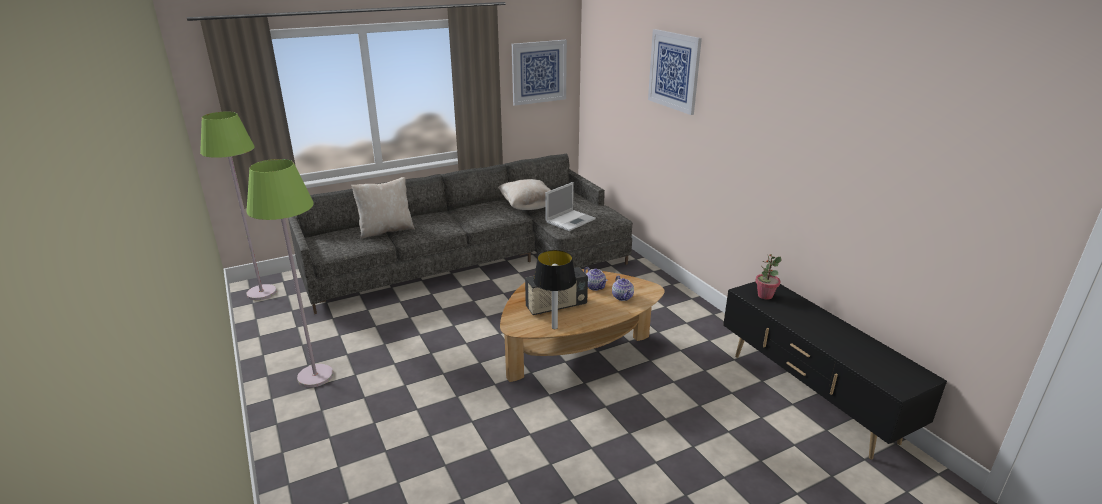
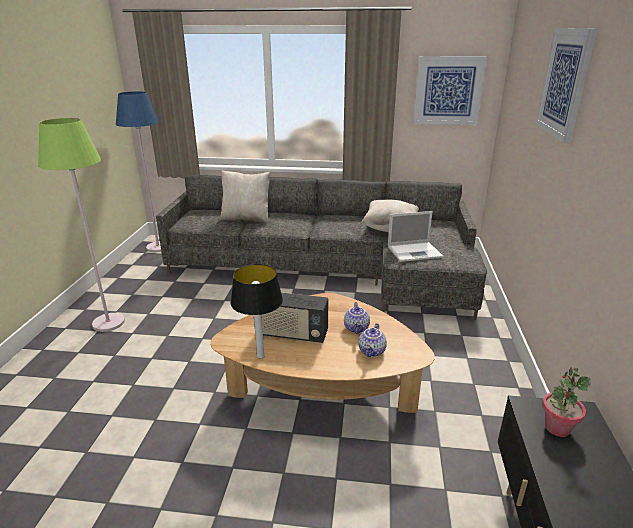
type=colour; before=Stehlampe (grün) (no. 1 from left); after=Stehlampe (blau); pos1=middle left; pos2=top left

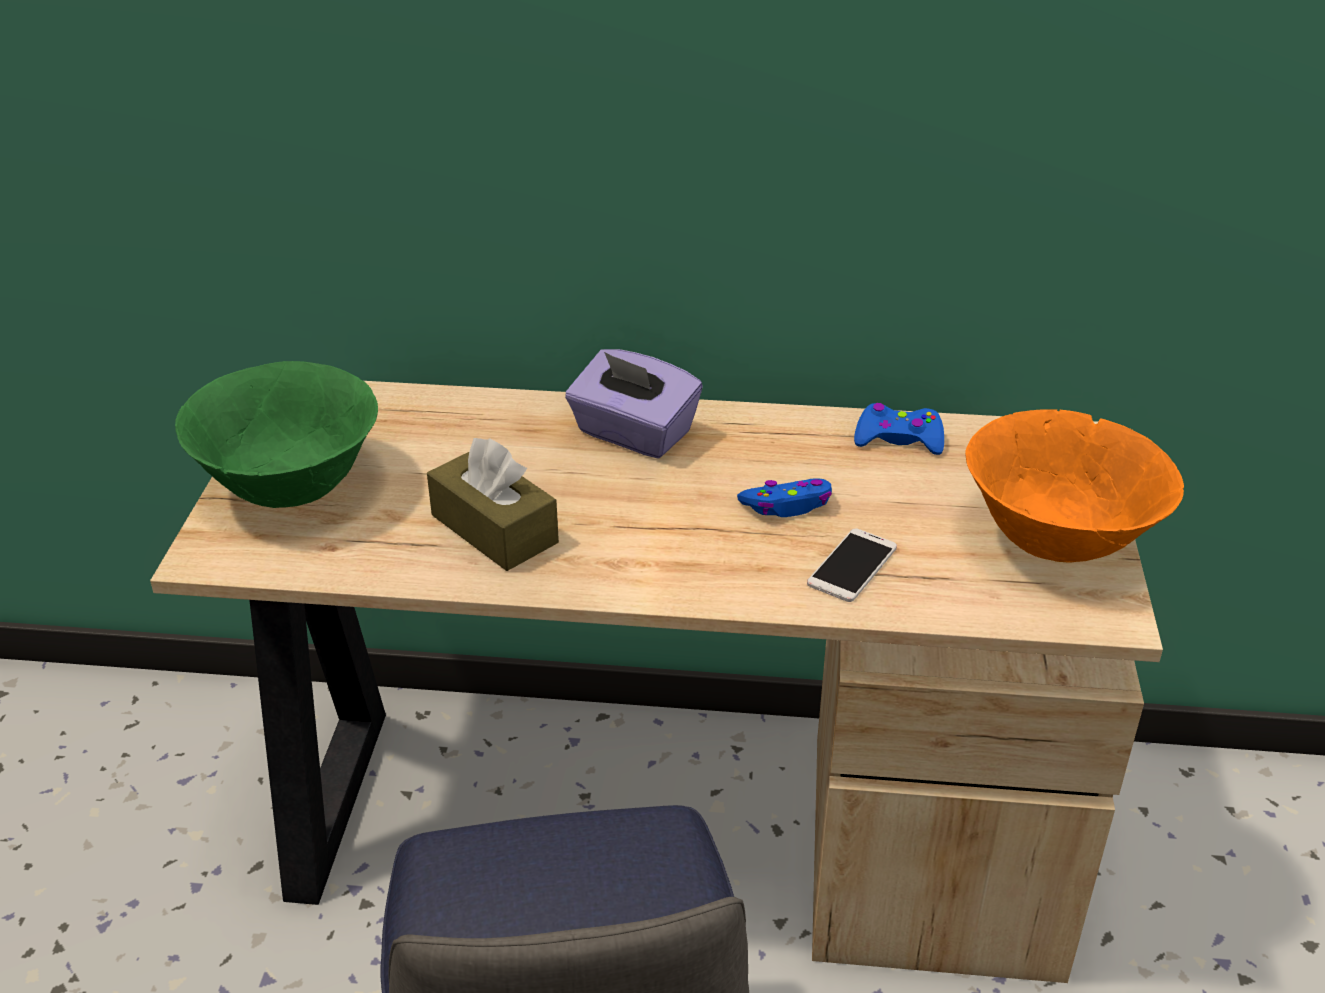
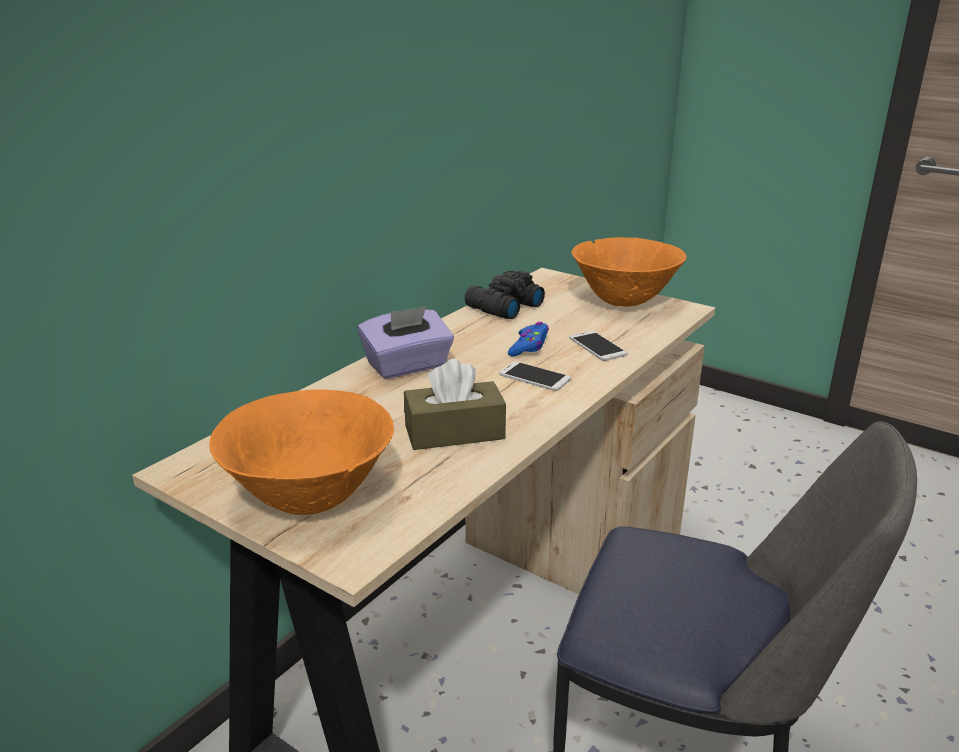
type=colour; before=Schüssel (grün); after=Schüssel (orange) (no. 1 from left); pos1=middle left; pos2=middle left
type=exchanged; before=Gamepad (blau) (no. 2 from left); after=Fernglas (schwarz); pos1=middle right; pos2=centre
type=appeared; after=Handy (no. 1 from left); pos2=centre

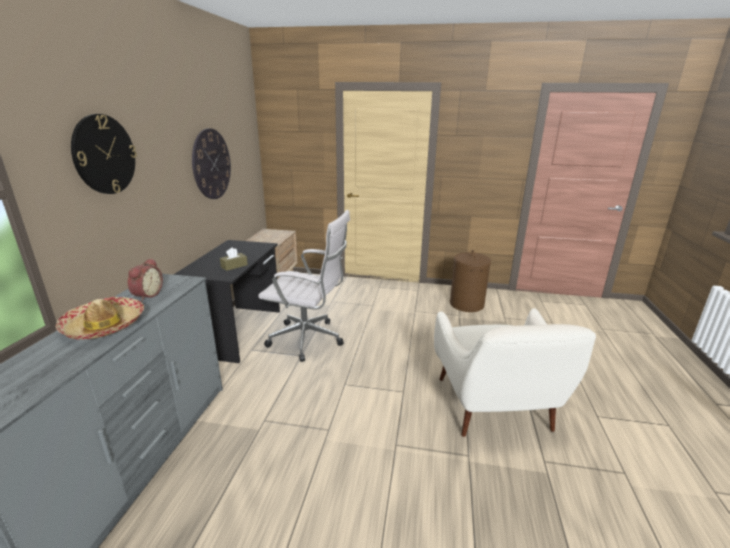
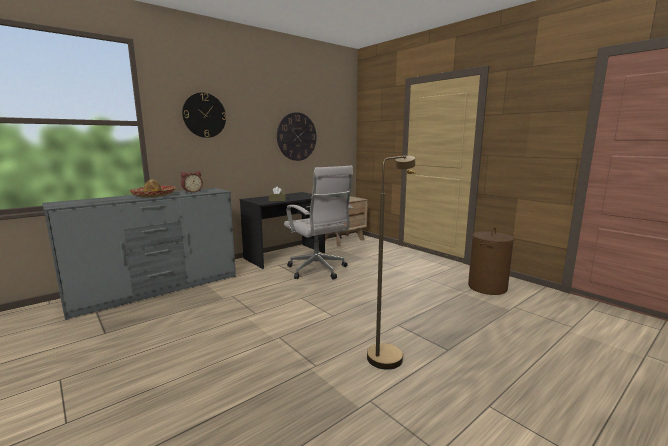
type=exchanged; before=Sessel (weiß); after=Stehlampe (braun); pos1=bottom right; pos2=centre

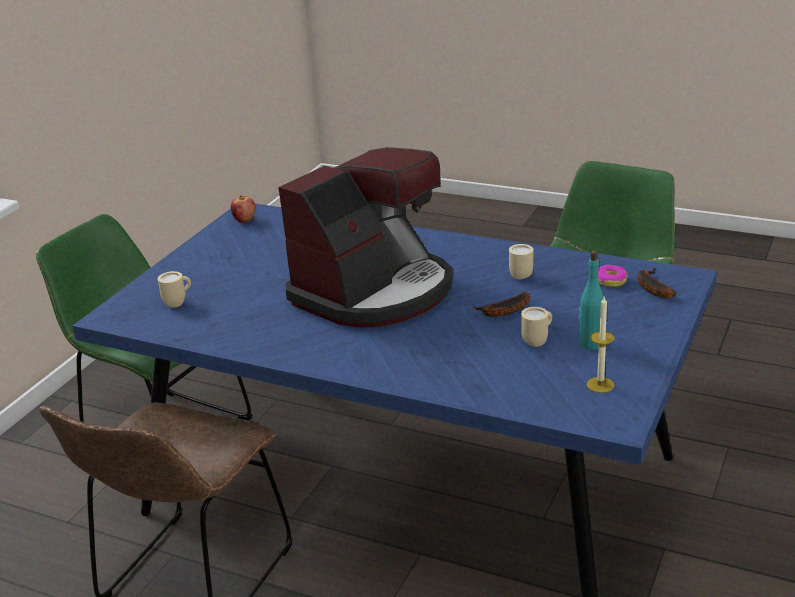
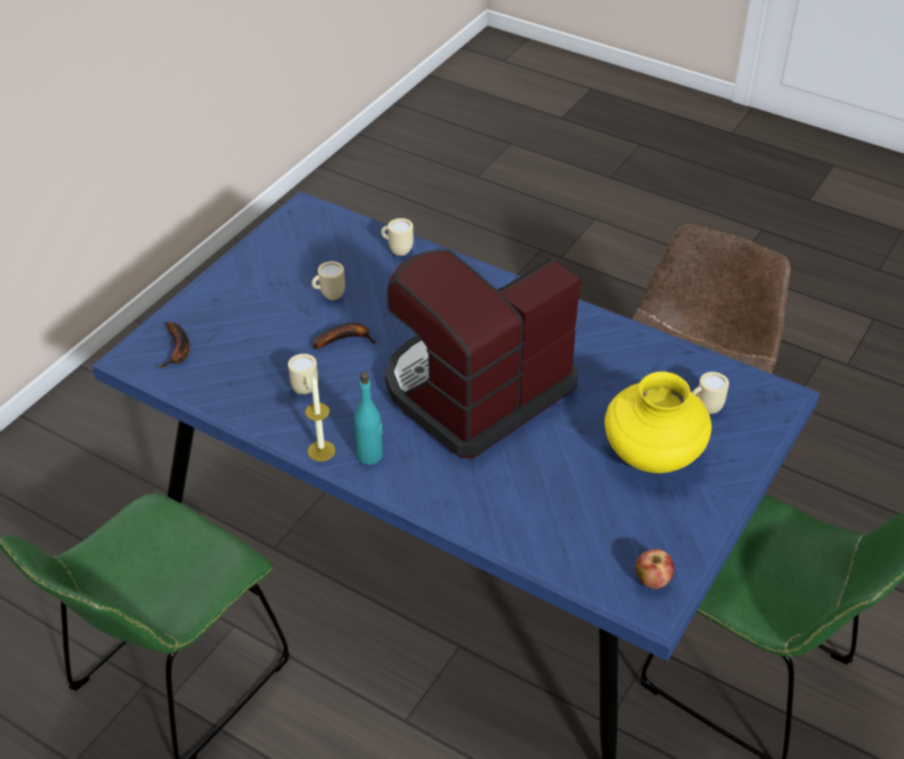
type=relocated; before=Flasche (türkis); pos1=middle right; pos2=centre
type=missing; before=Donut; pos1=middle right
type=relocated; before=Kerze; pos1=middle right; pos2=centre
type=appeared; after=Henkelbecher (beige) (no. 3 from left); pos2=top centre
type=appeared; after=Vase (gelb); pos2=middle right

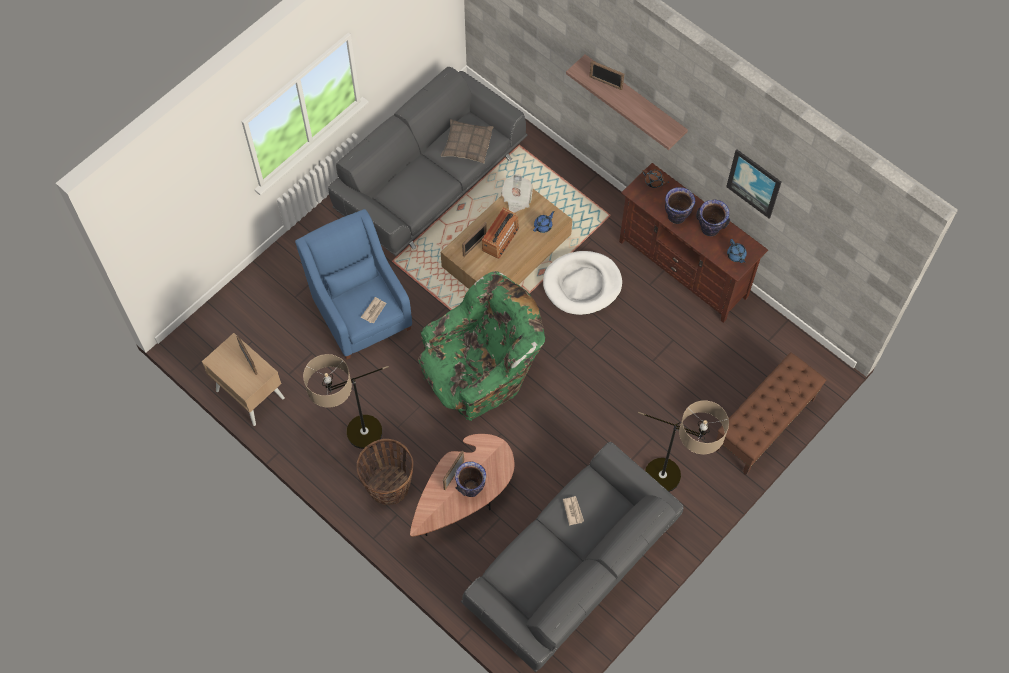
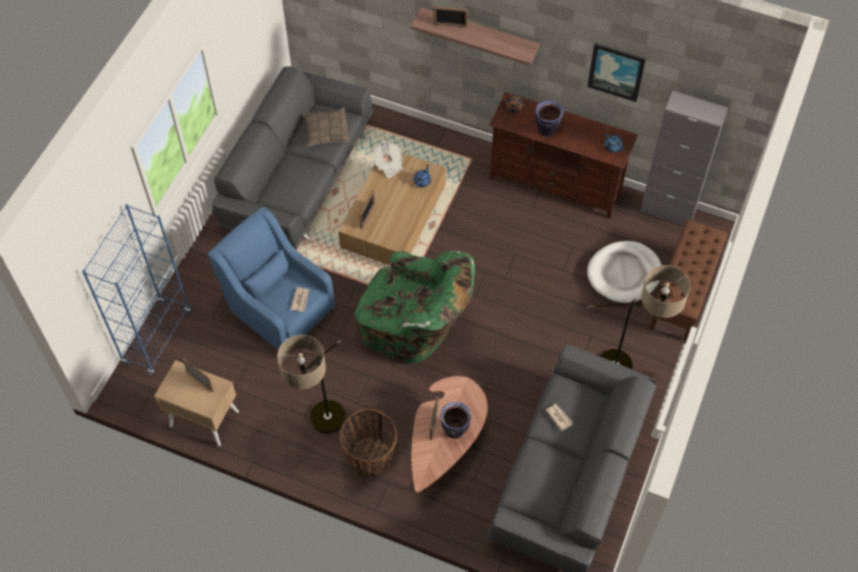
type=missing; before=Vase (no. 3 from left); pos1=top right
type=missing; before=Radio; pos1=centre
type=relocated; before=Hundebett (weiß); pos1=centre; pos2=middle right
type=spun; before=Sessel (grün); pos1=centre; pos2=centre; turn=75
type=appeared; after=Schrank (grau); pos2=top right
type=appeared; after=Bücherregal (blau); pos2=middle left

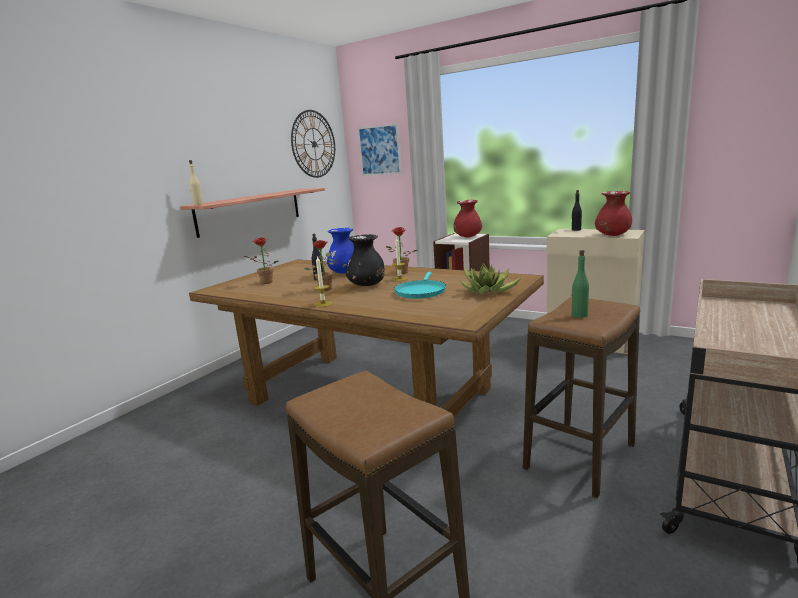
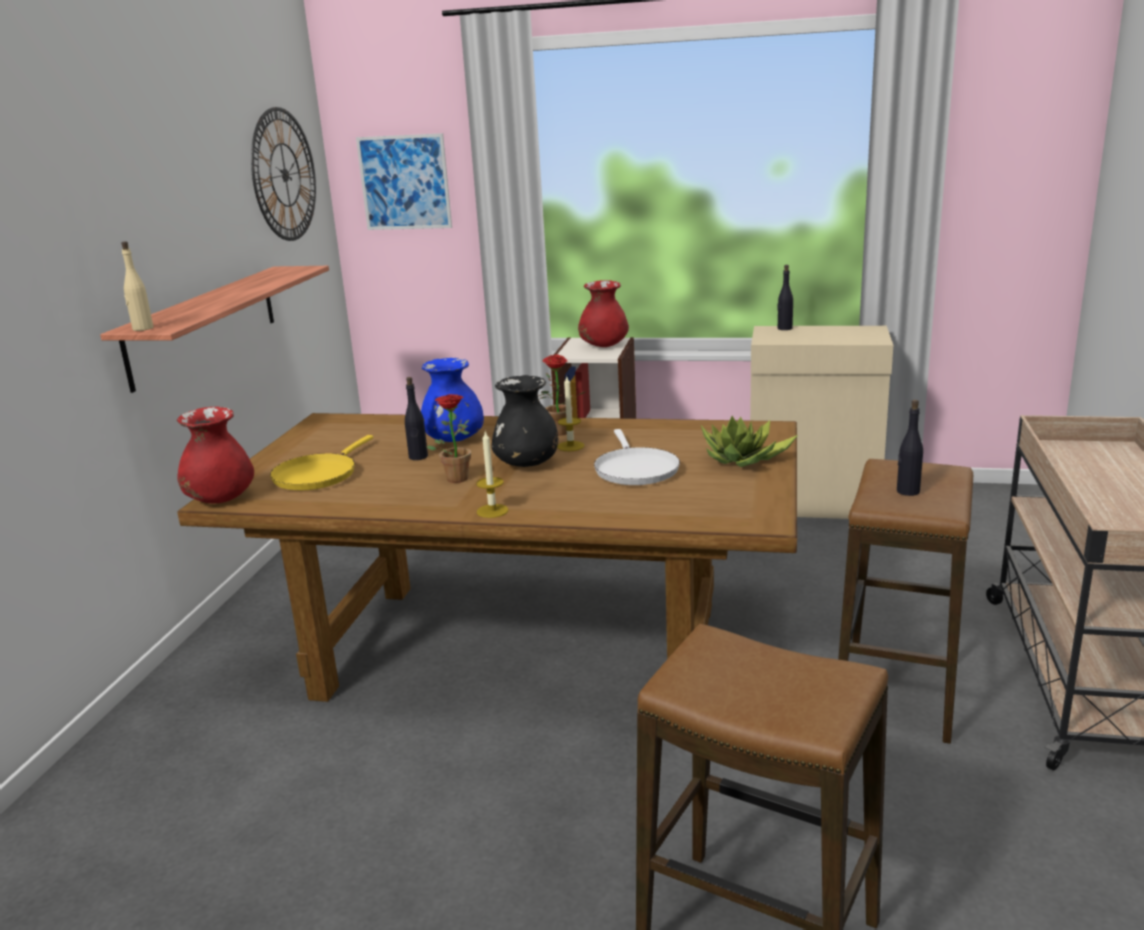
type=relocated; before=Vase (rot) (no. 2 from left in the first image); after=Vase (rot) (no. 1 from left); pos1=middle right; pos2=middle left
type=exchanged; before=Topfpflanze (no. 1 from left); after=Pfanne (gelb); pos1=middle left; pos2=middle left
type=colour; before=Flasche (grün); after=Flasche (schwarz) (no. 3 from left); pos1=middle right; pos2=middle right
type=colour; before=Pfanne (türkis); after=Pfanne (weiß); pos1=centre; pos2=centre

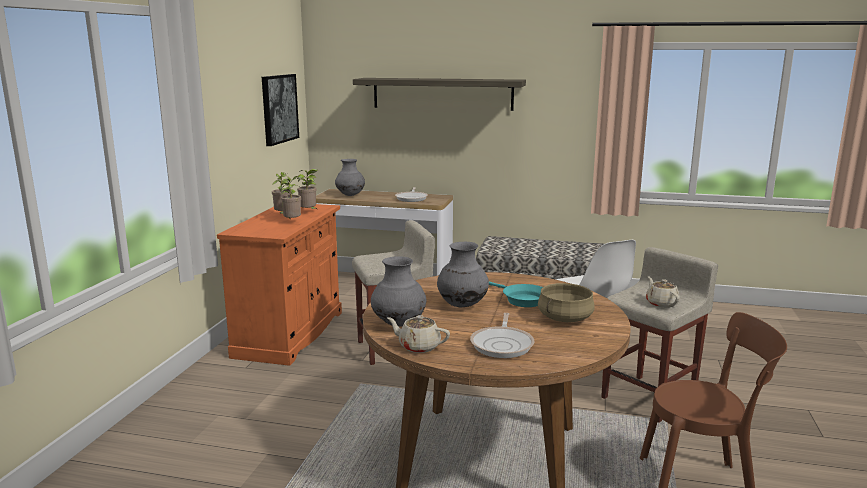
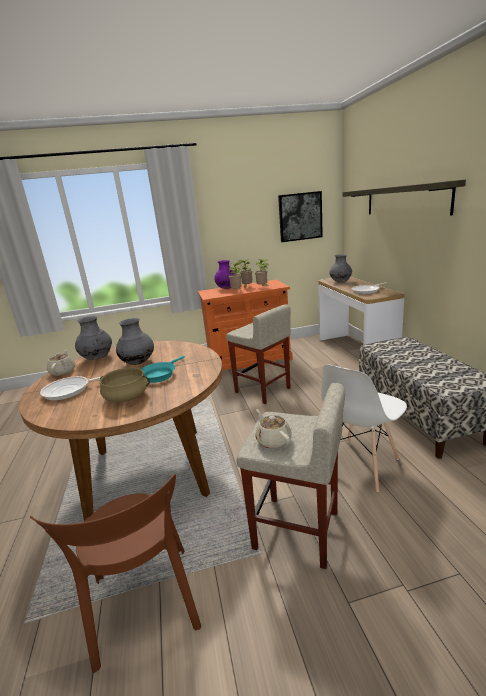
type=spun; before=Teekanne (beige) (no. 2 from left); pos1=middle right; pos2=centre; turn=-75
type=appeared; after=Vase (lila); pos2=centre

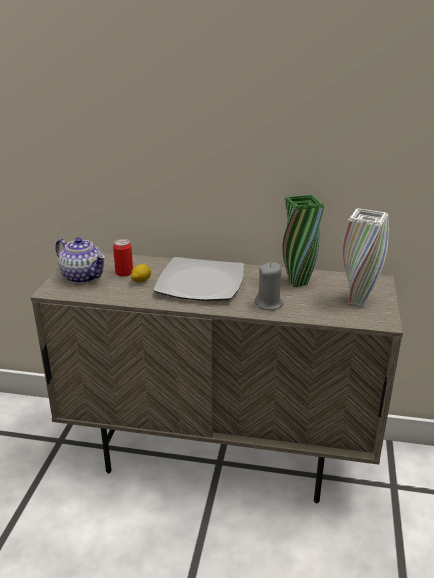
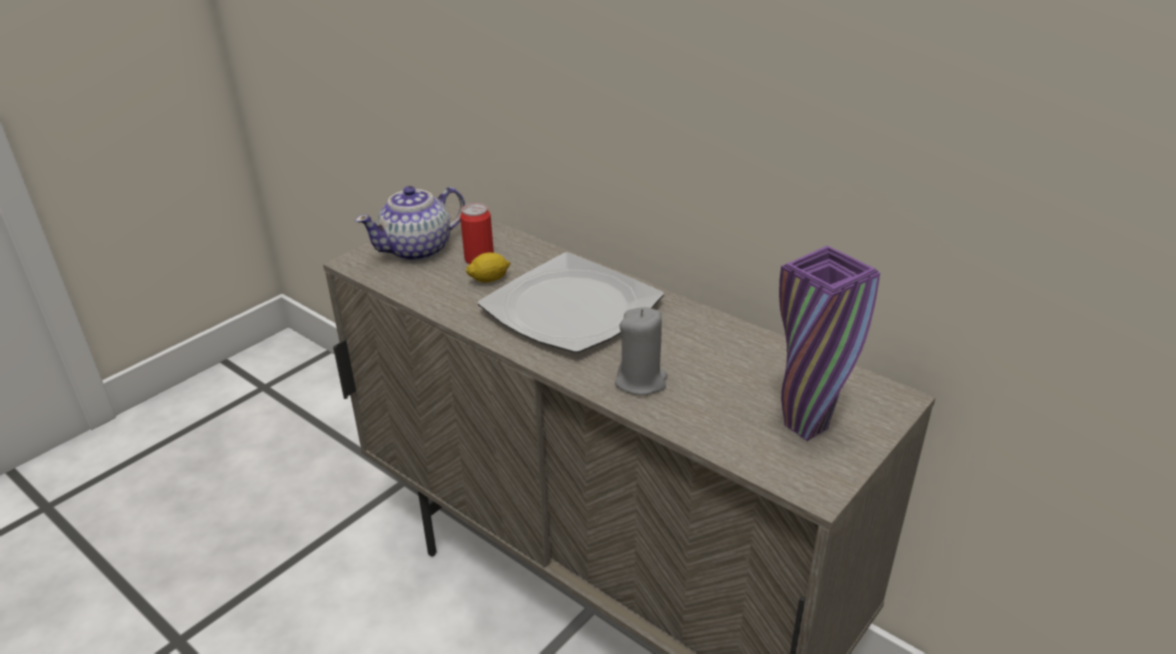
type=missing; before=Vase (grün); pos1=middle right
type=colour; before=Vase (weiß); after=Vase (lila); pos1=middle right; pos2=middle right
type=spun; before=Teekanne; pos1=middle left; pos2=centre; turn=75

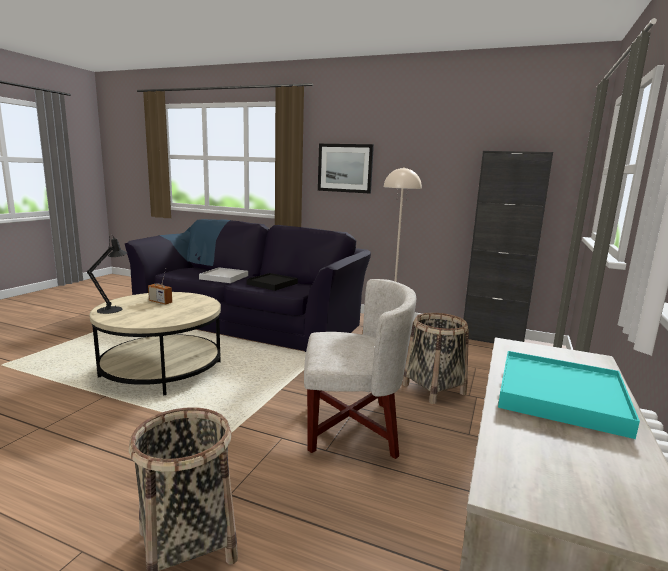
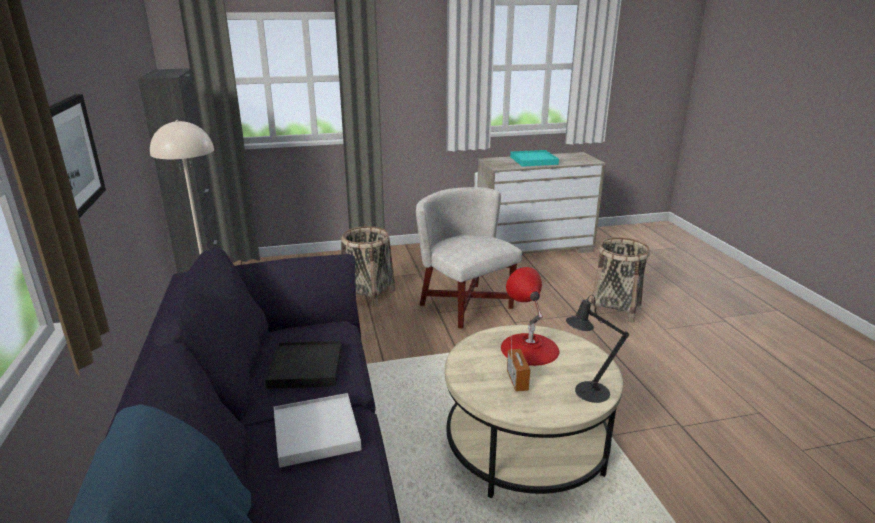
type=appeared; after=Tischlampe (rot); pos2=centre

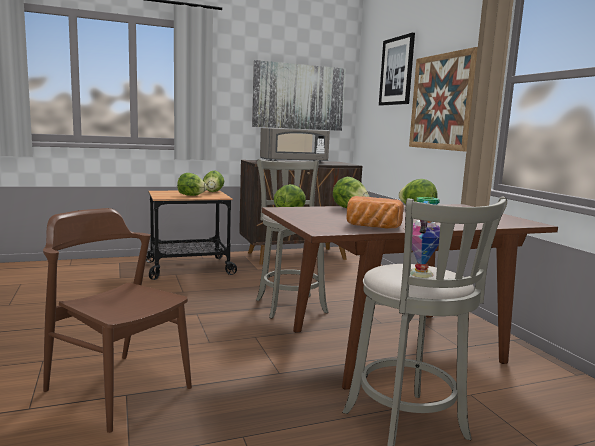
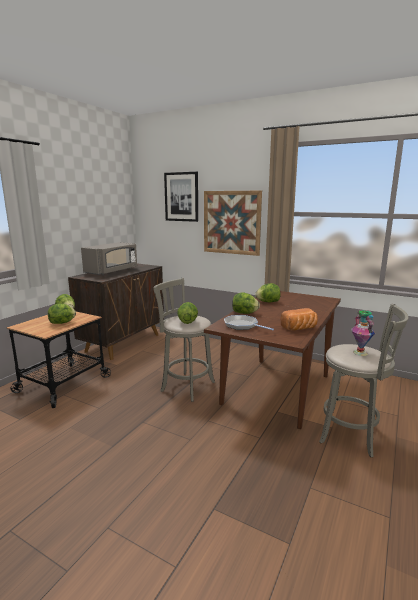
type=missing; before=Bild (no. 1 from left); pos1=top centre
type=missing; before=Stuhl (braun); pos1=bottom left
type=appeared; after=Pfanne; pos2=centre

